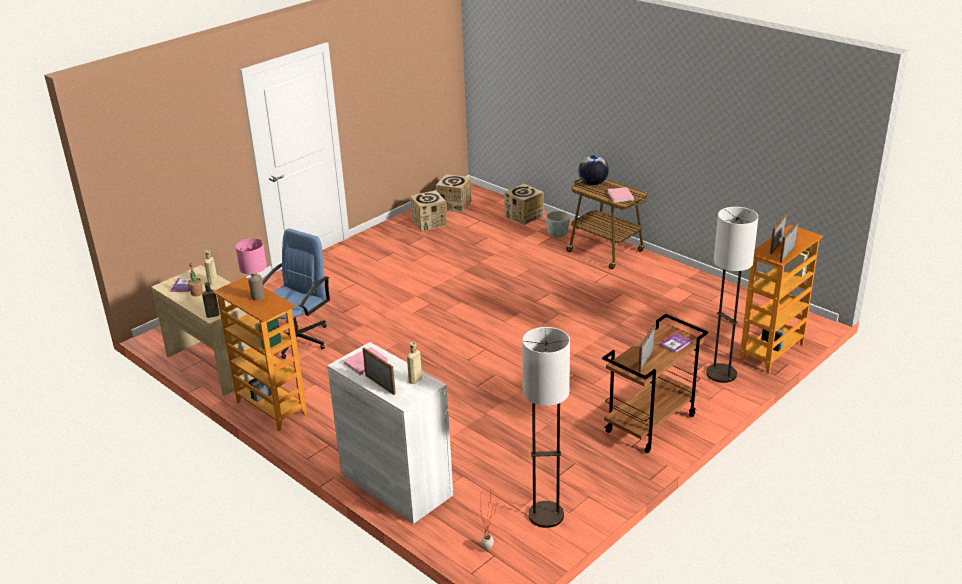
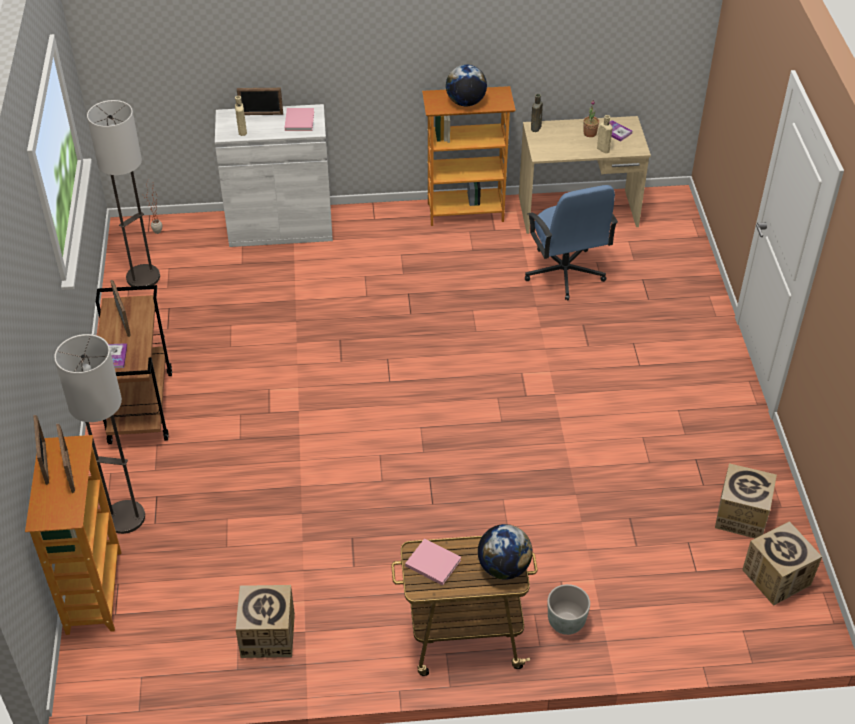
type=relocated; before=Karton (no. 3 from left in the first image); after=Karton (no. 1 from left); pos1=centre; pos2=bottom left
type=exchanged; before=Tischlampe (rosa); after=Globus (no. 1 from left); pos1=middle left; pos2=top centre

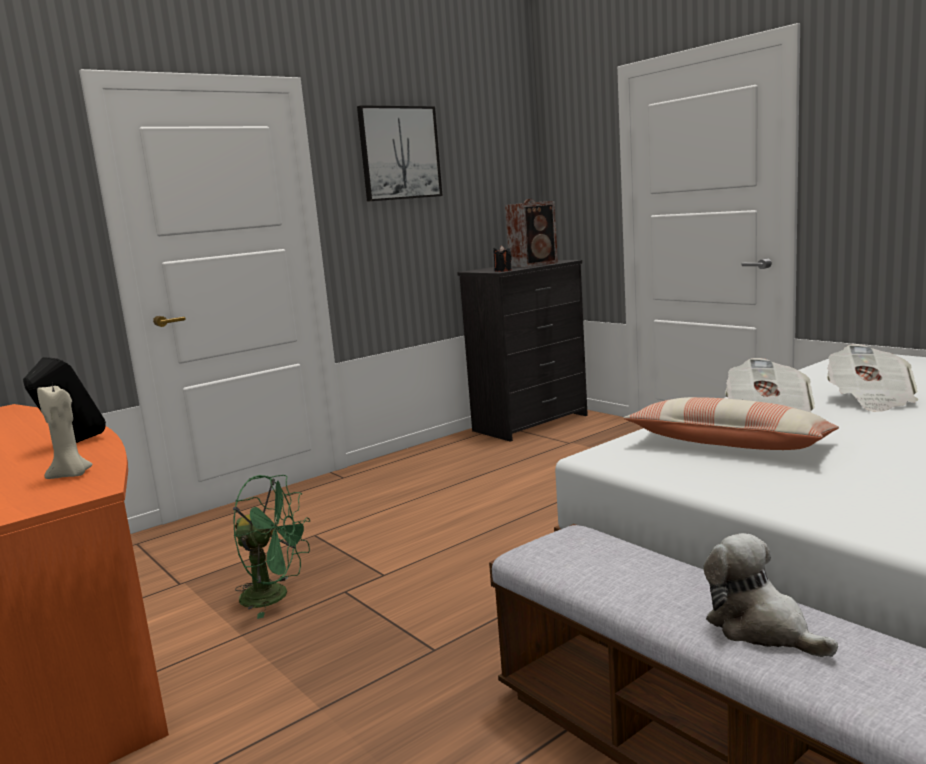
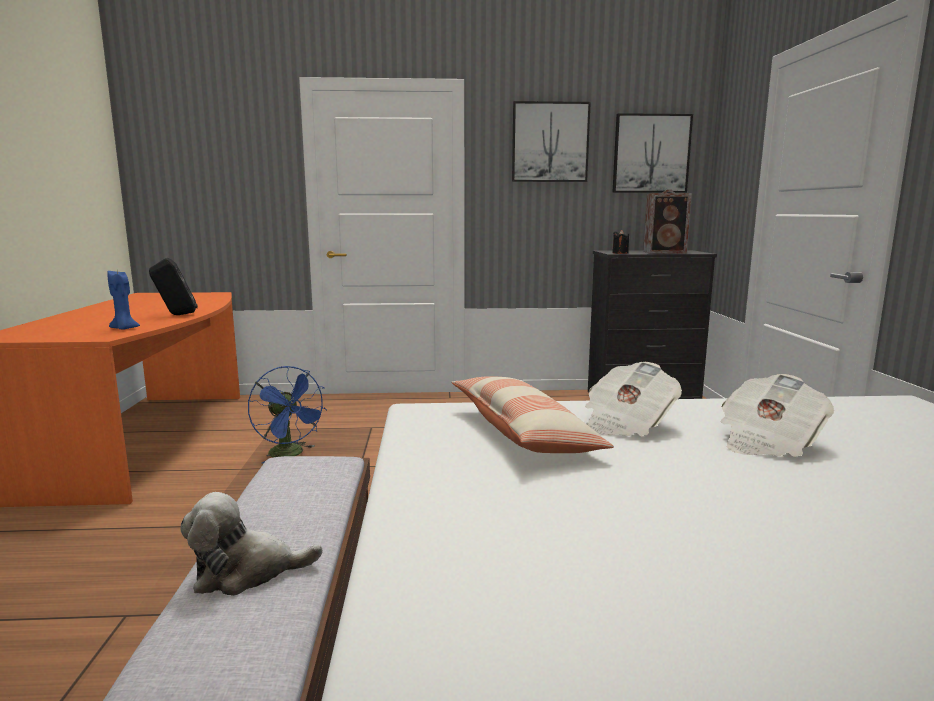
type=colour; before=Kerze (beige); after=Kerze (blau); pos1=middle left; pos2=middle left
type=colour; before=Ventilator (grün); after=Ventilator (blau); pos1=bottom left; pos2=middle left
type=spun; before=Plüschtier; pos1=bottom right; pos2=bottom left; turn=-105
type=appeared; after=Bild (no. 2 from left); pos2=top right

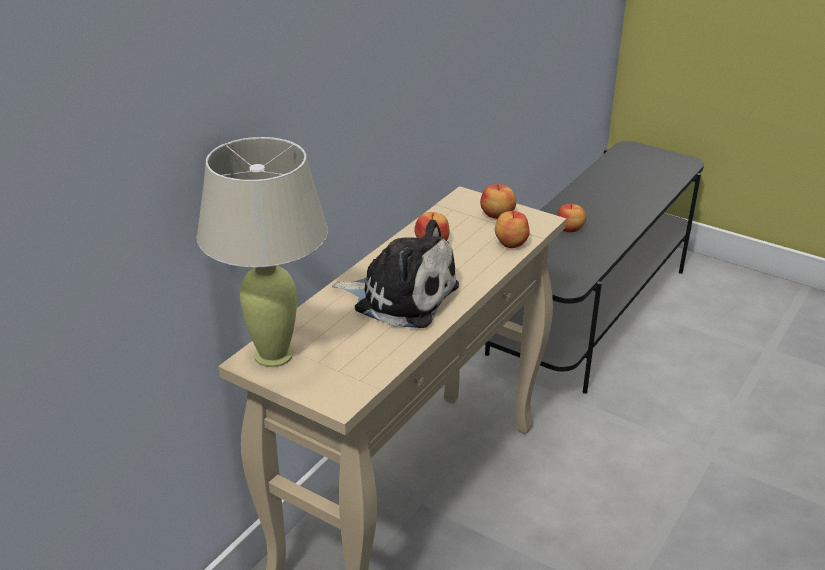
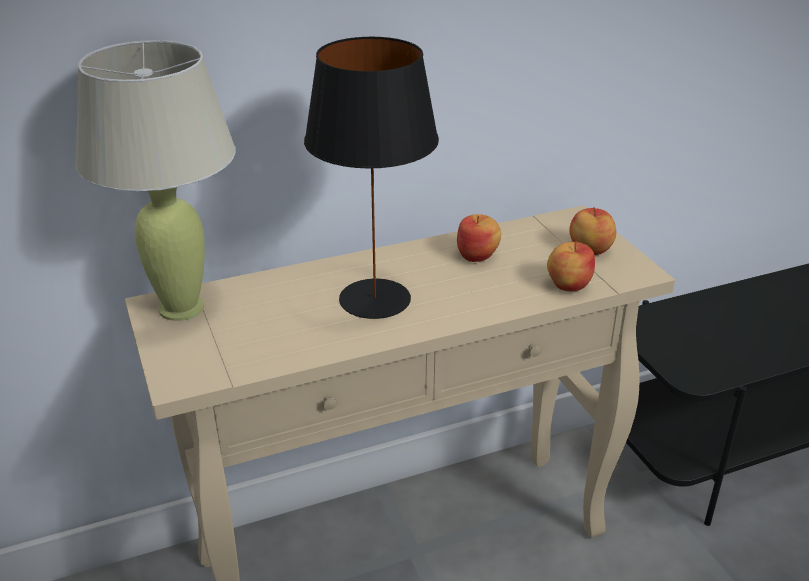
type=missing; before=Apfel (no. 4 from left); pos1=middle right
type=exchanged; before=Plüschtier; after=Tischlampe (schwarz); pos1=centre; pos2=top centre

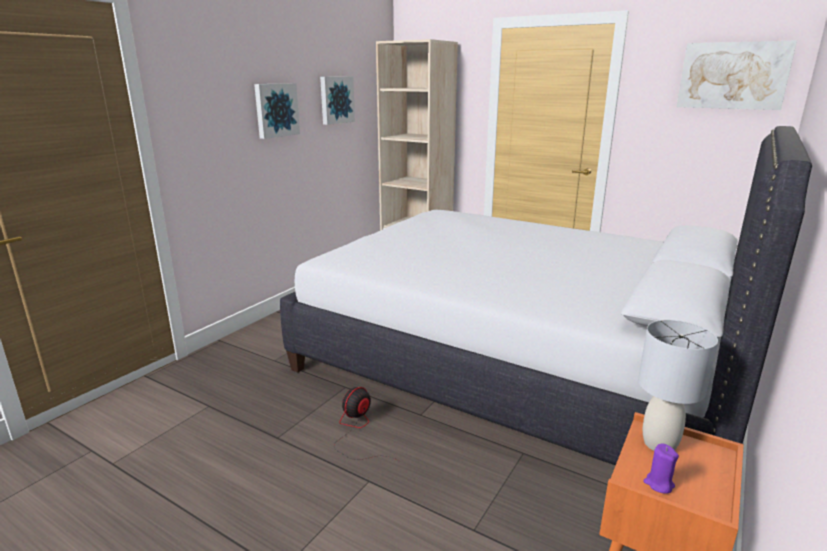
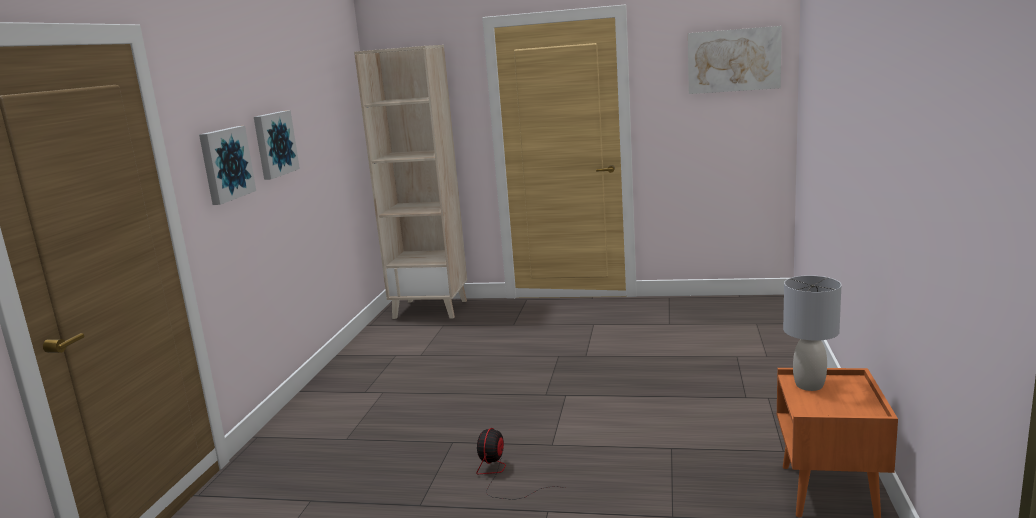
type=relocated; before=Bild (no. 2 from left in the first image); after=Bild (no. 1 from left); pos1=top centre; pos2=top left
type=missing; before=Bett (weiß); pos1=centre
type=missing; before=Kerze (lila); pos1=bottom right

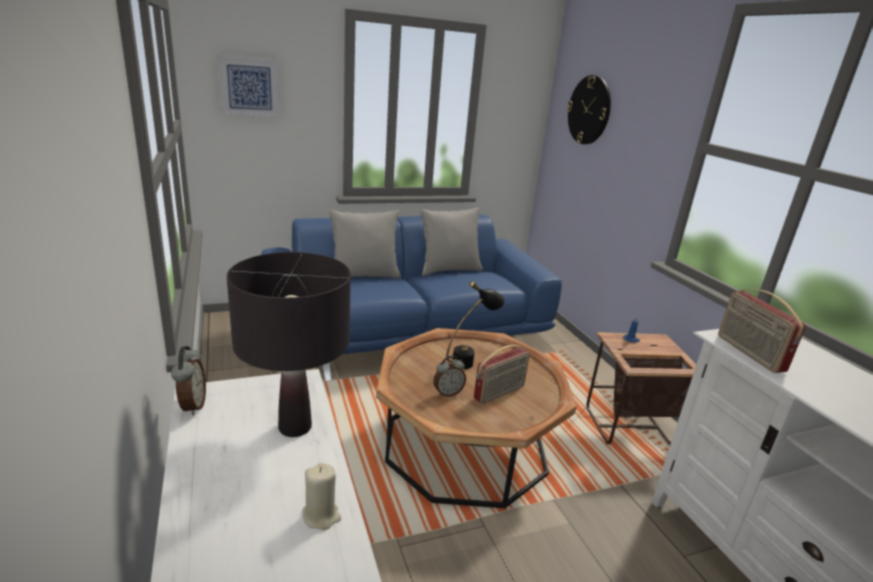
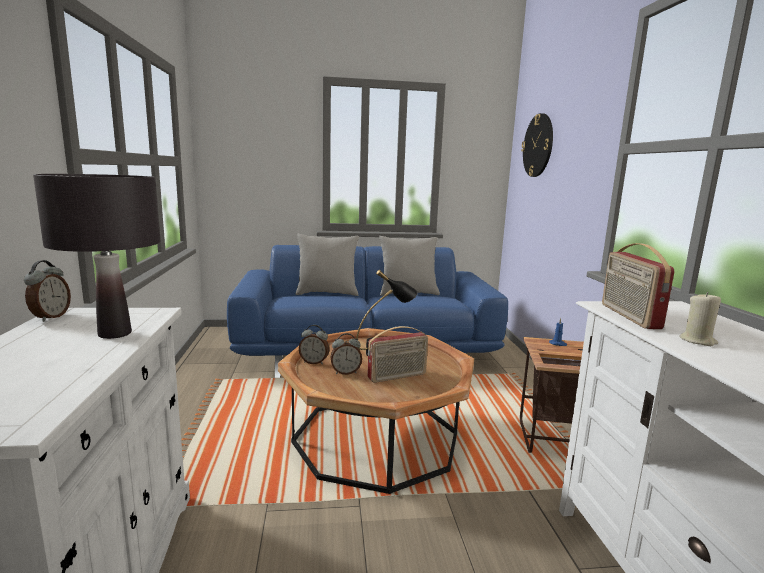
type=missing; before=Bild; pos1=top left
type=relocated; before=Kerze (beige); pos1=bottom centre; pos2=middle right
type=appeared; after=Wecker (no. 2 from left); pos2=centre

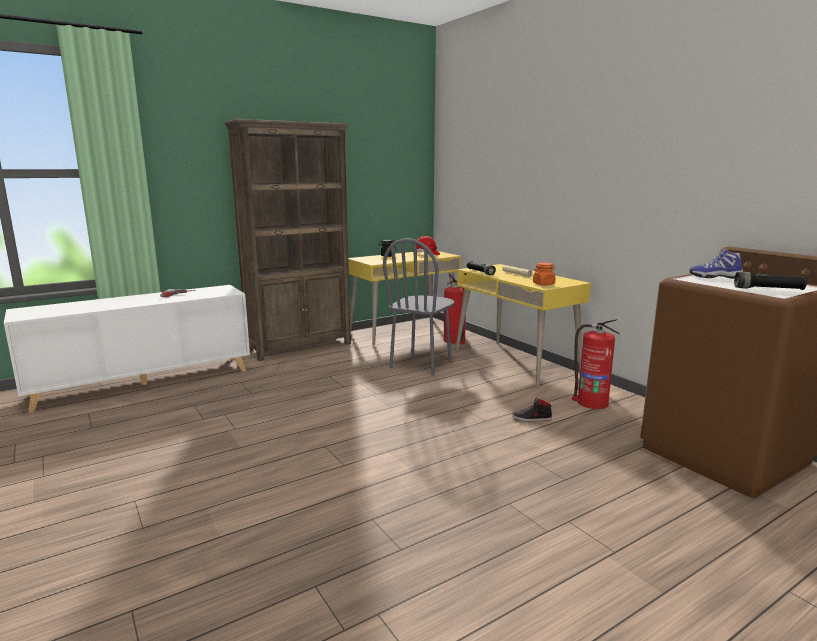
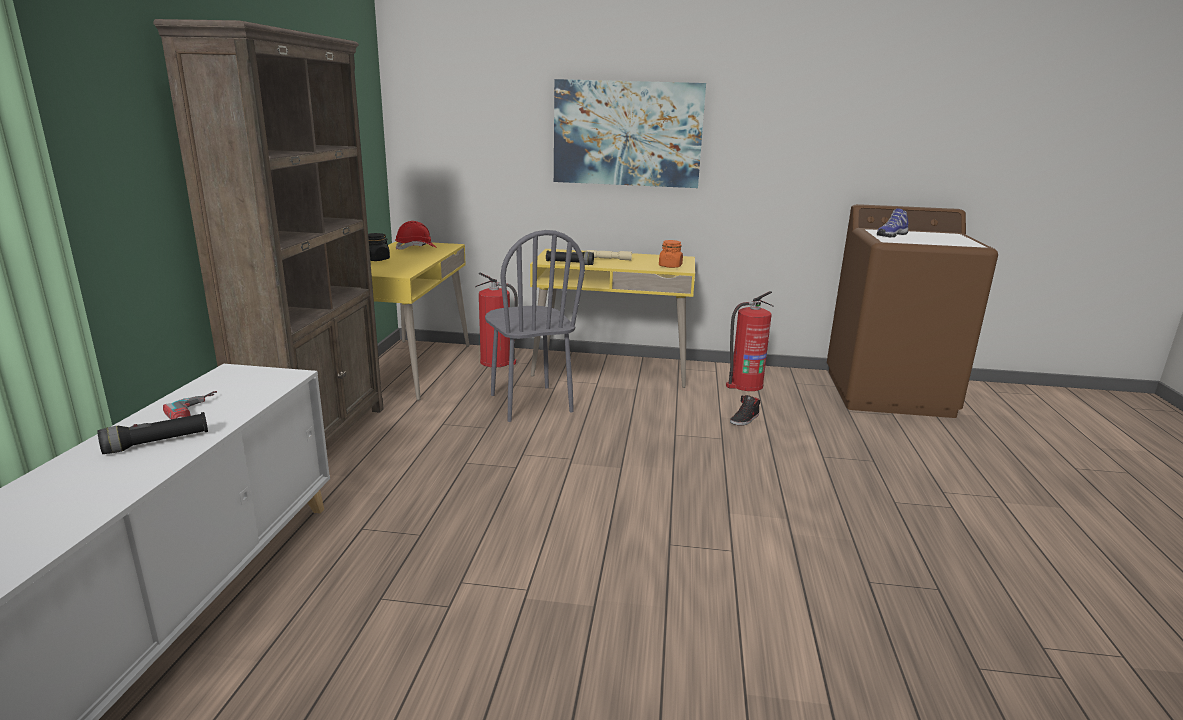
type=relocated; before=Taschenlampe (schwarz) (no. 2 from left in the first image); after=Taschenlampe (schwarz) (no. 1 from left); pos1=middle right; pos2=middle left
type=appeared; after=Bild; pos2=top centre

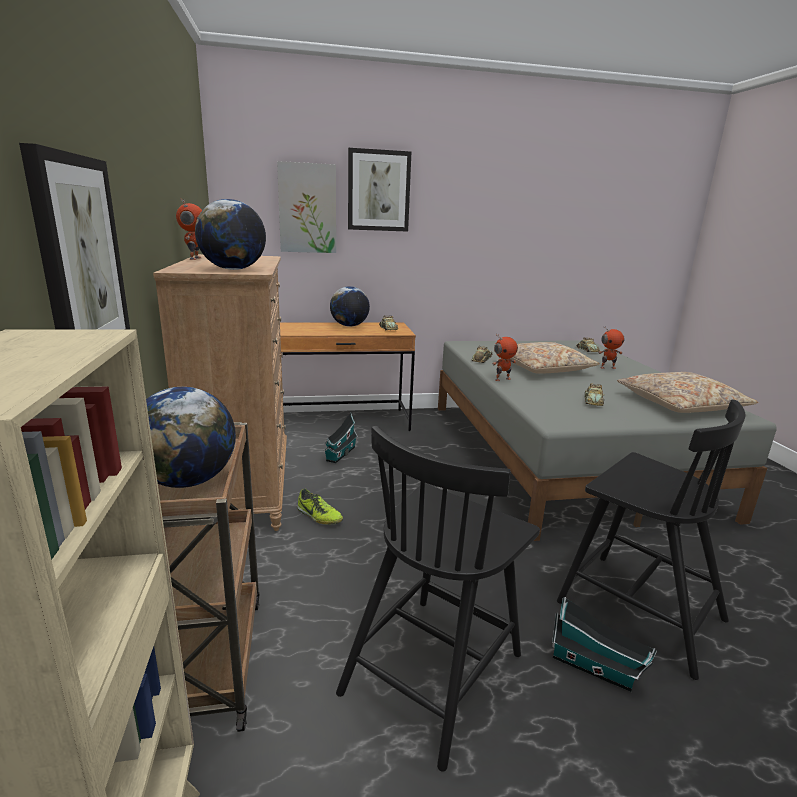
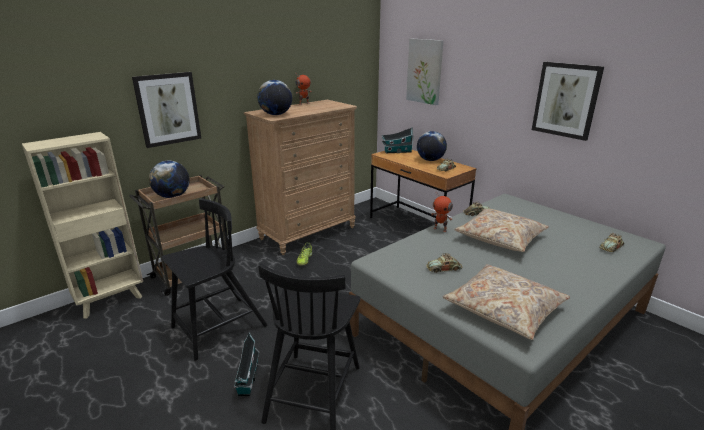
type=relocated; before=Bild (no. 3 from left); pos1=top centre; pos2=top right
type=missing; before=Spielzeugroboter (no. 3 from left); pos1=middle right
type=relocated; before=Spielzeughaus (no. 1 from left in the first image); after=Spielzeughaus (no. 2 from left); pos1=centre; pos2=top centre
type=spun; before=Stuhl (schwarz) (no. 1 from left); pos1=bottom centre; pos2=middle left; turn=135

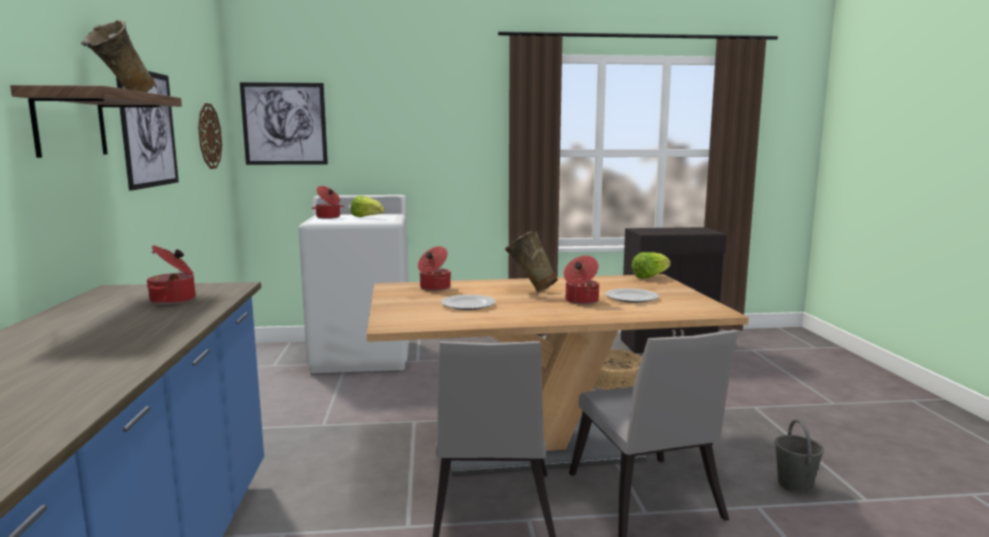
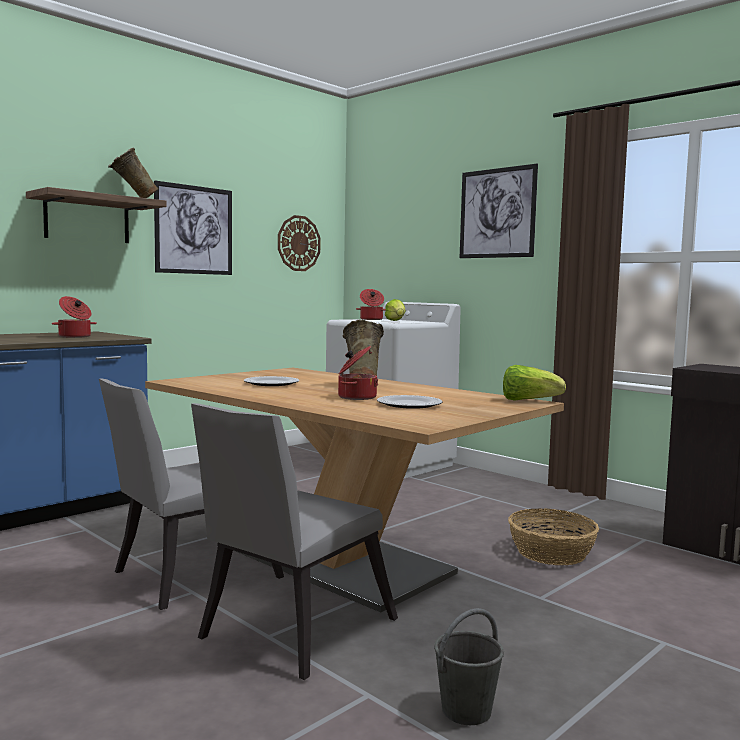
type=relocated; before=Bild (no. 2 from left); pos1=top left; pos2=top right
type=missing; before=Kochtopf (no. 3 from left); pos1=centre

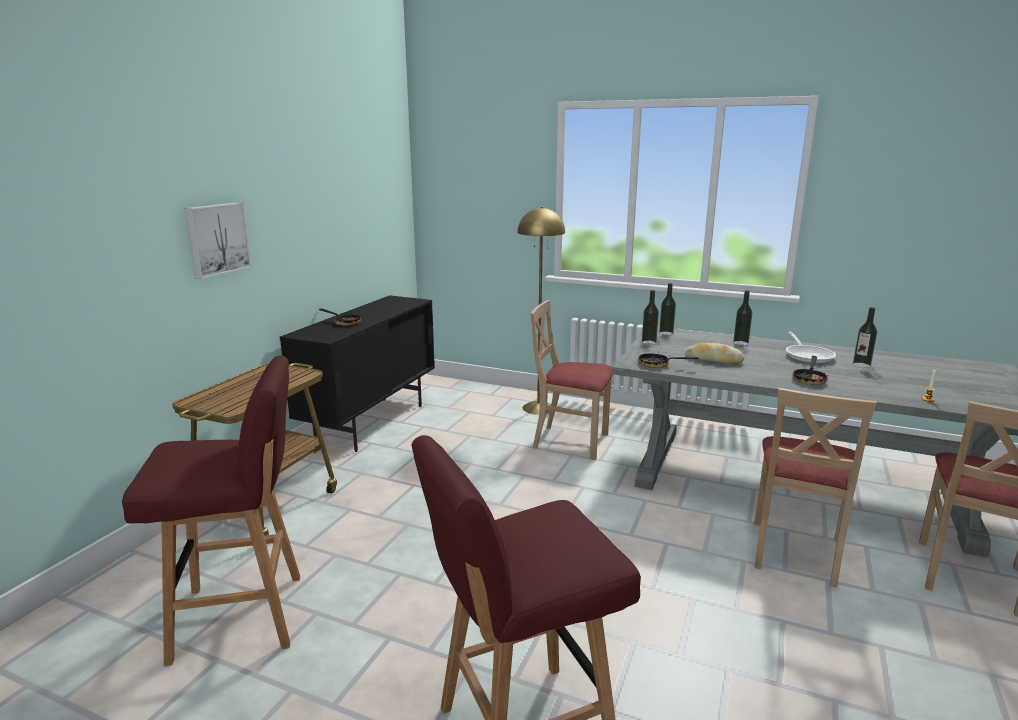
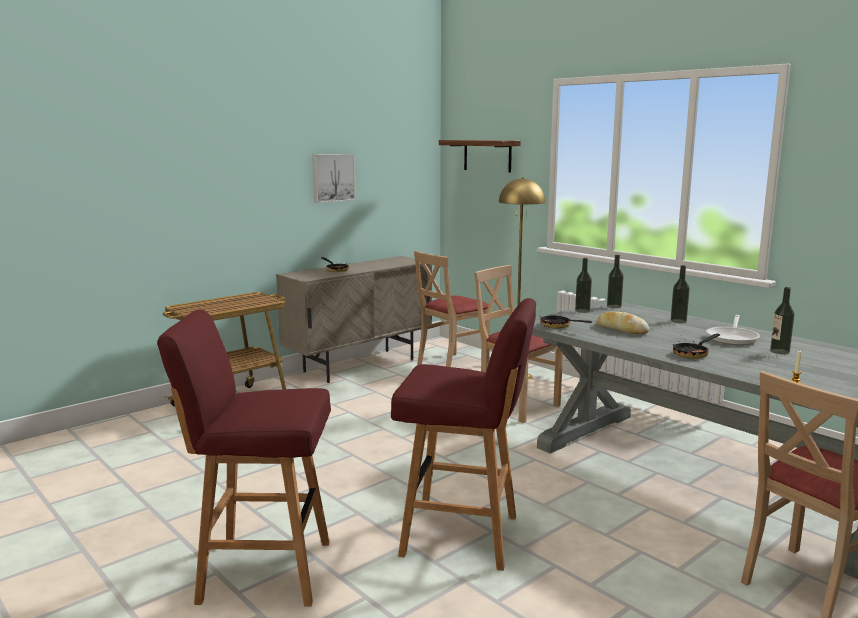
type=relocated; before=Bild; pos1=middle left; pos2=top centre
type=colour; before=Schrank (schwarz); after=Schrank (beige); pos1=centre; pos2=centre
type=relocated; before=Hocker (rot) (no. 1 from left in the first image); after=Hocker (rot) (no. 2 from left); pos1=bottom left; pos2=bottom centre
type=relocated; before=Stuhl (beige) (no. 2 from left in the first image); after=Stuhl (beige) (no. 1 from left); pos1=bottom right; pos2=centre
type=appeared; after=Wandregal; pos2=top centre

